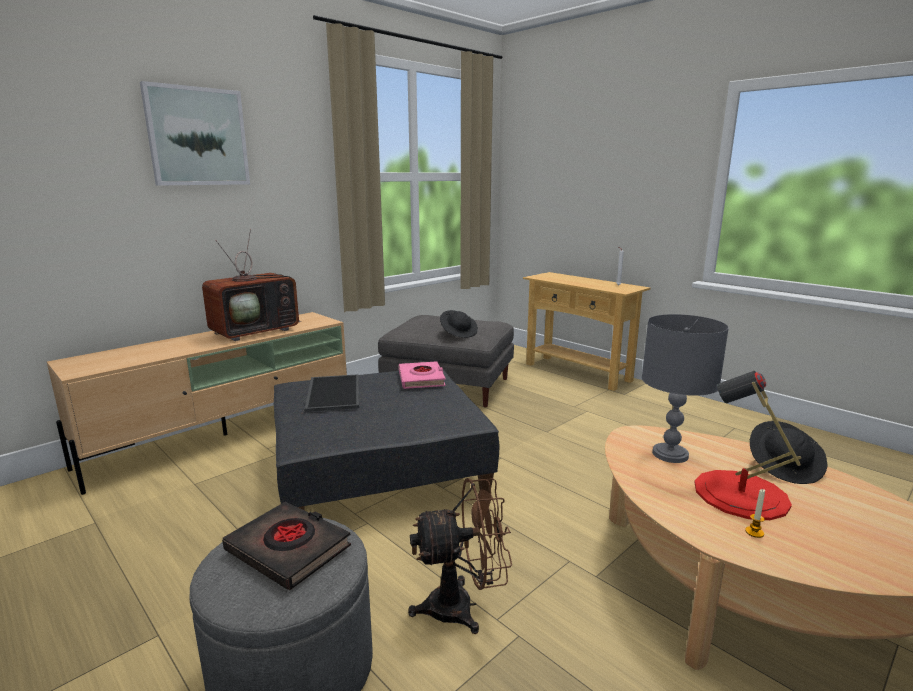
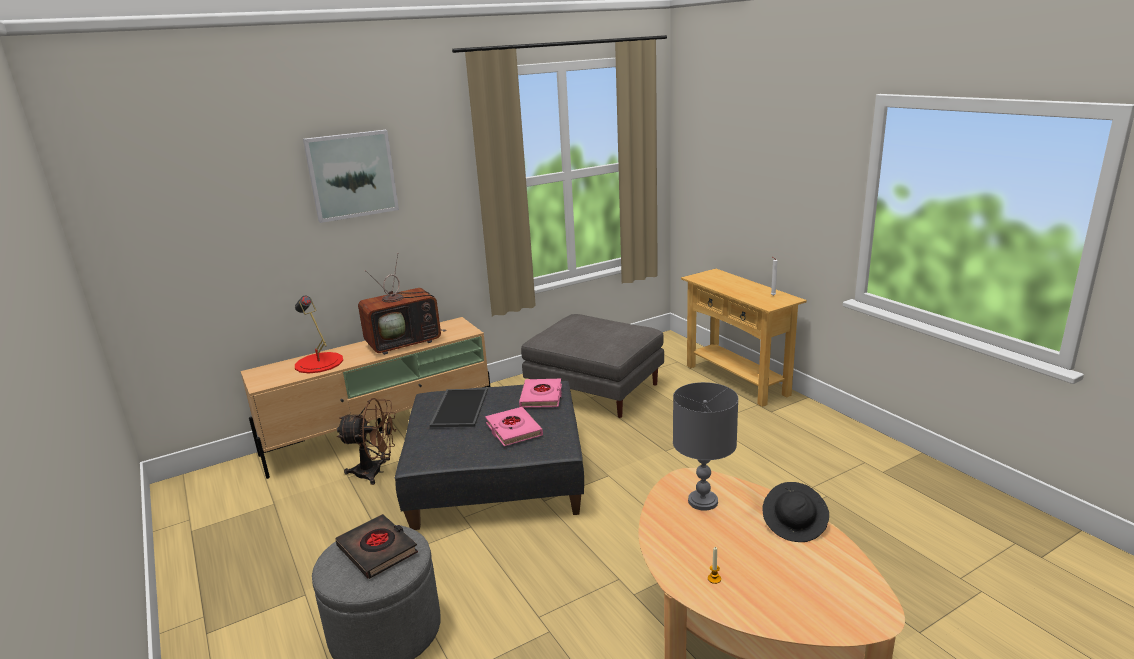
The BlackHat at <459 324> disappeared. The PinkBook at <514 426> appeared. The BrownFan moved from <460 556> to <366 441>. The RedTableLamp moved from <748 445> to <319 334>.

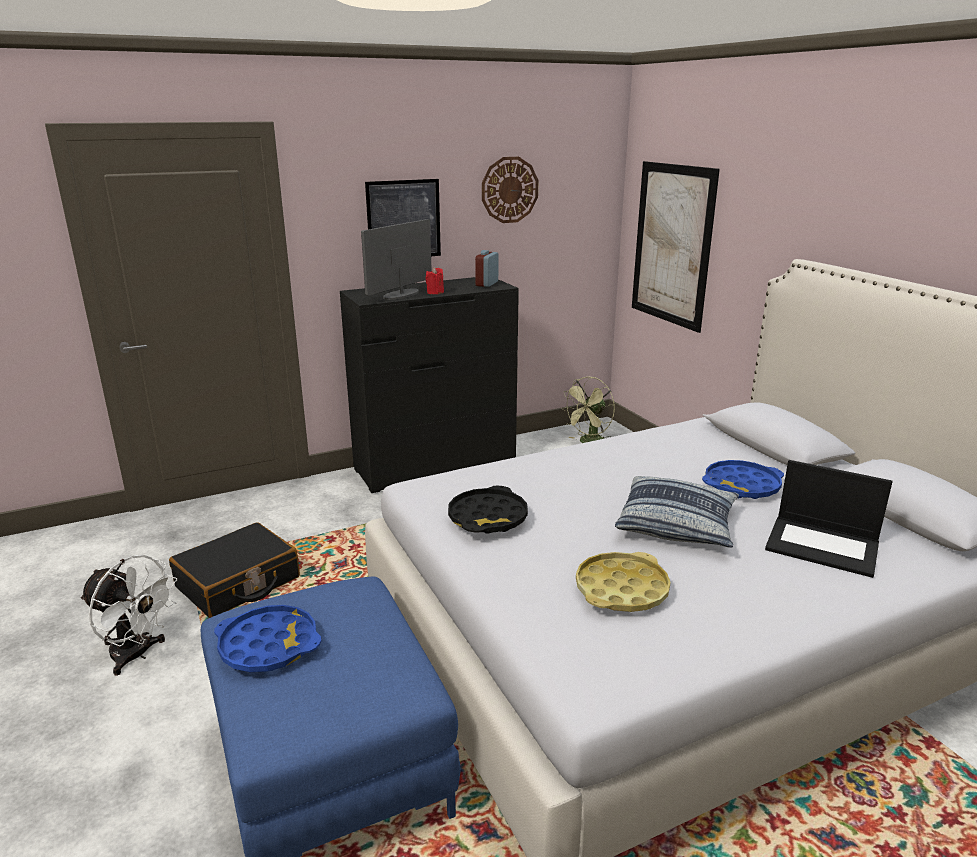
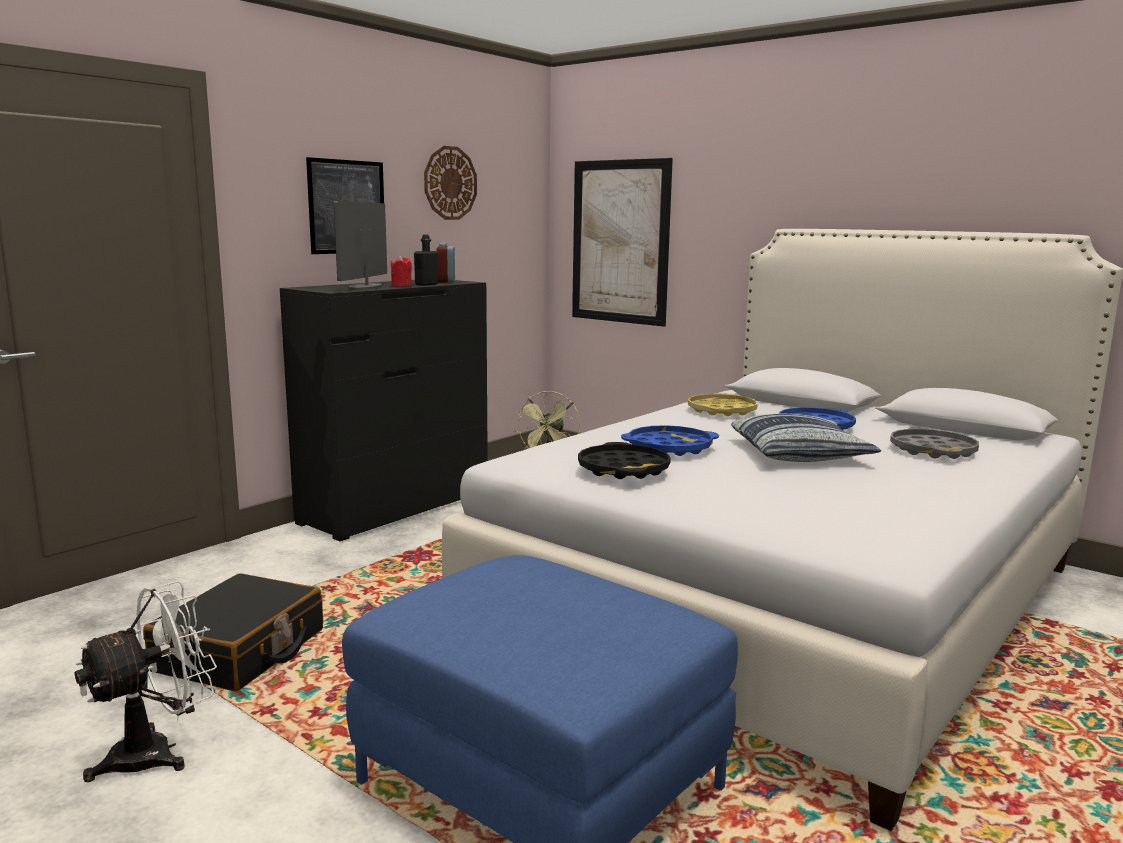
The BlackBottle at <426 260> appeared. The BlueTray moved from <268 638> to <670 440>. The YellowTray moved from <623 582> to <723 404>. The Laptop at <828 519> was replaced by the GreyTray at <934 443>. The WhiteFan at <128 615> turned 45 degrees counterclockwise.

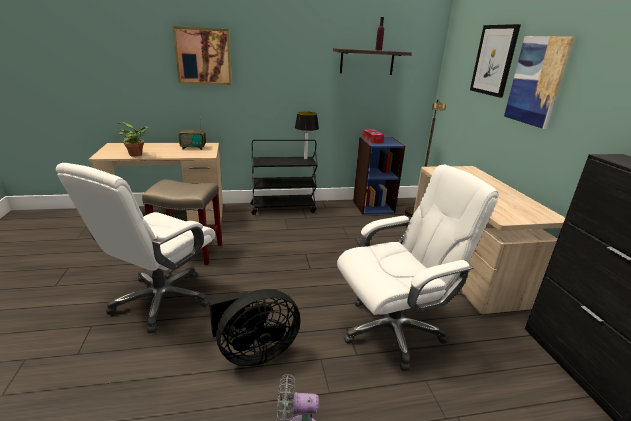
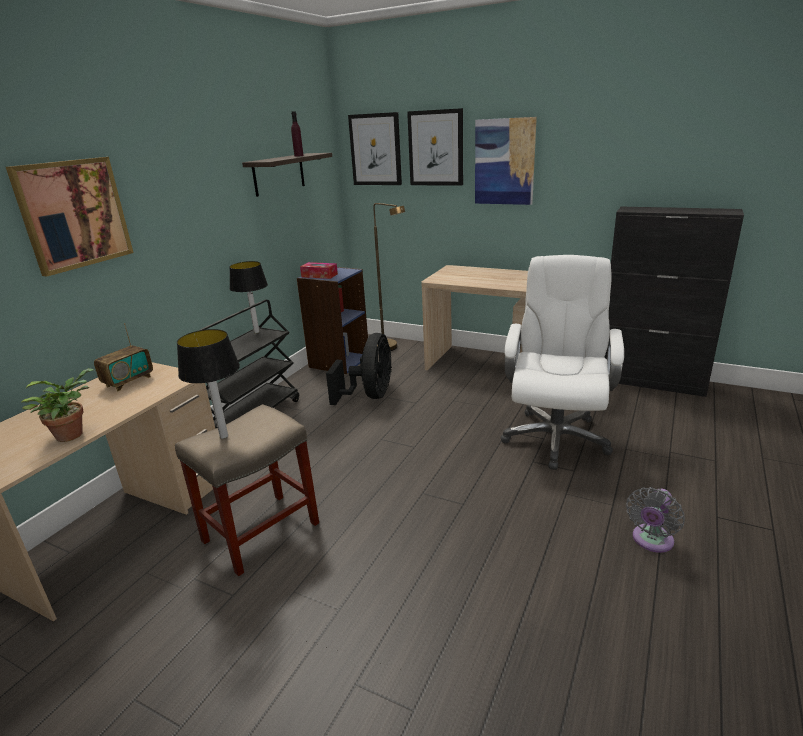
The WhiteOfficeChair at <136 248> disappeared. The TableLamp at <208 384> appeared. The Picture at <375 148> appeared. The BlackFan moved from <254 327> to <359 369>.

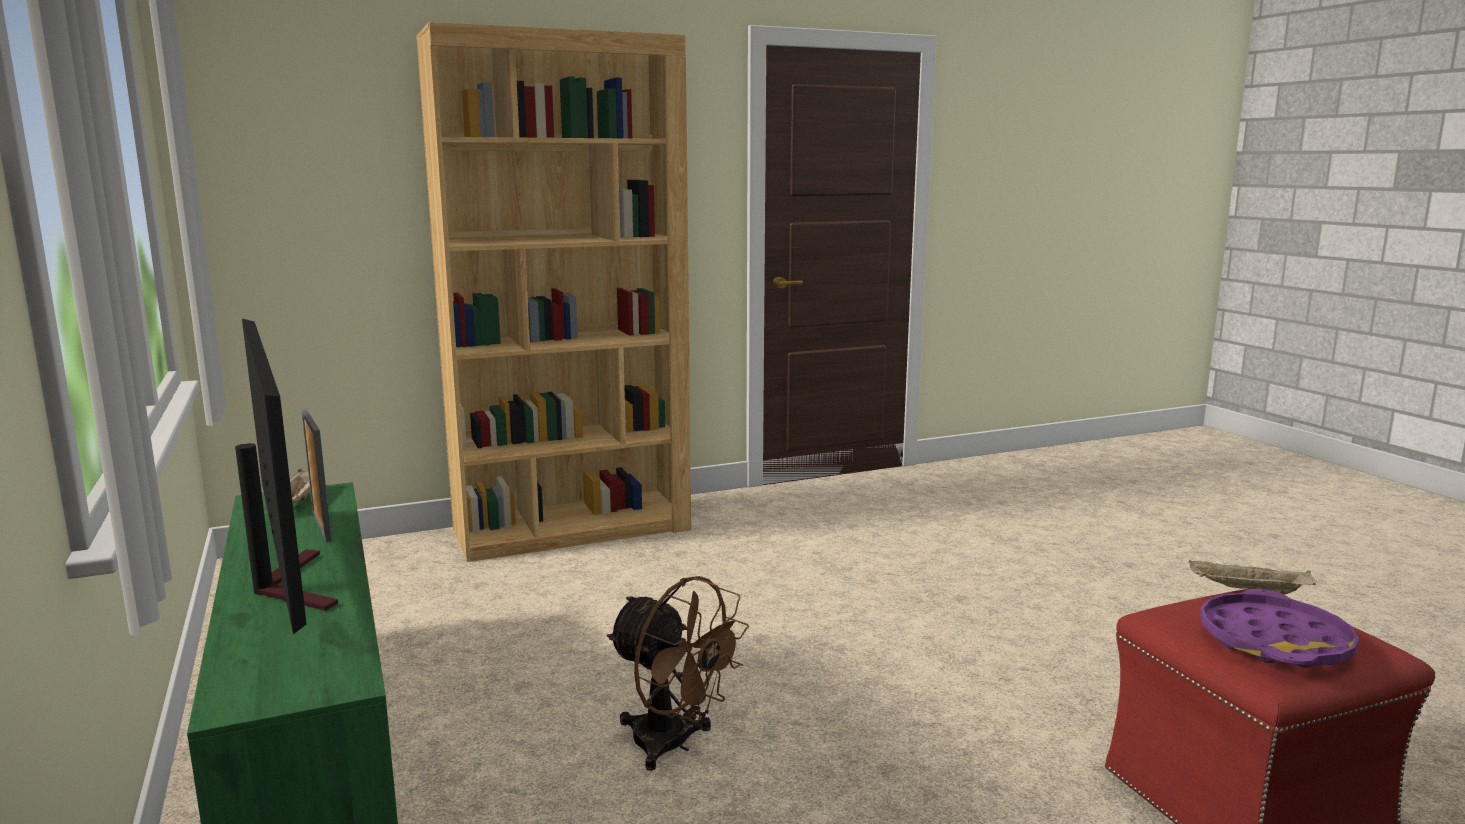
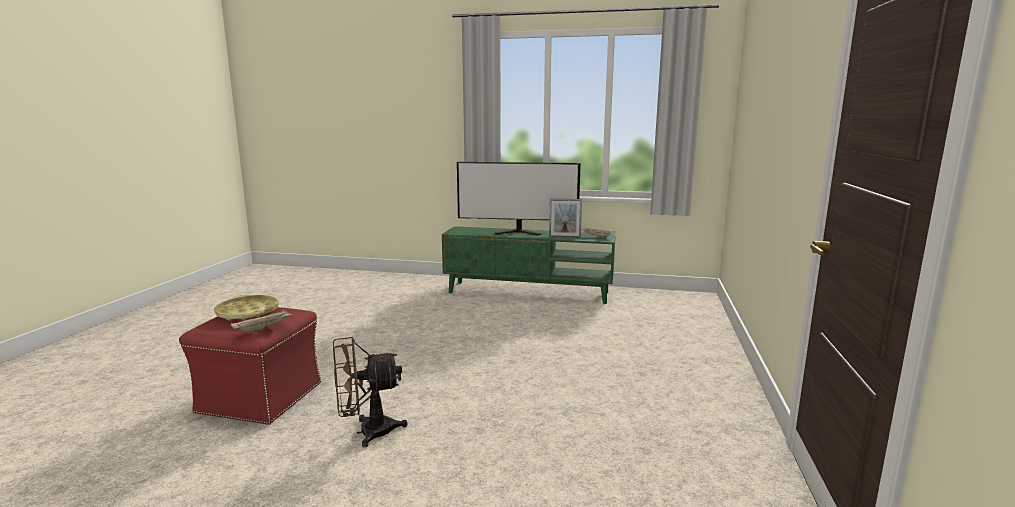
The BrownBookcase at <553 292> disappeared. The BrownFan moved from <678 673> to <370 392>. The PurpleTray at <1279 628> became the YellowTray at <246 307>.

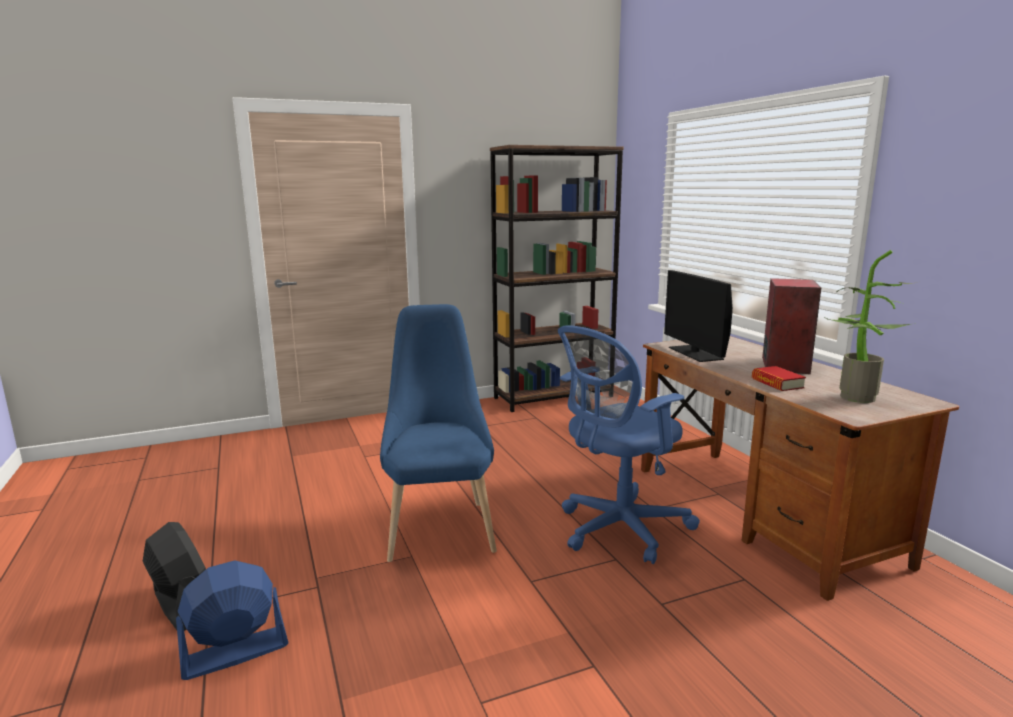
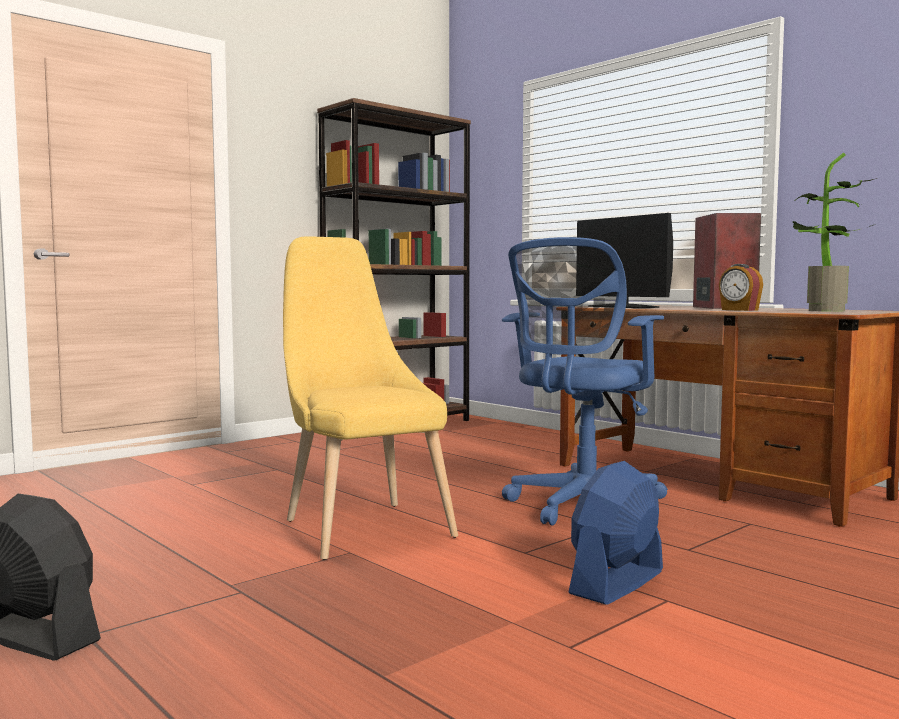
The BlueFan moved from <232 620> to <616 533>. The Book at <779 378> was replaced by the AlarmClock at <741 287>. The BlueChair at <438 433> became the YellowChair at <370 398>.

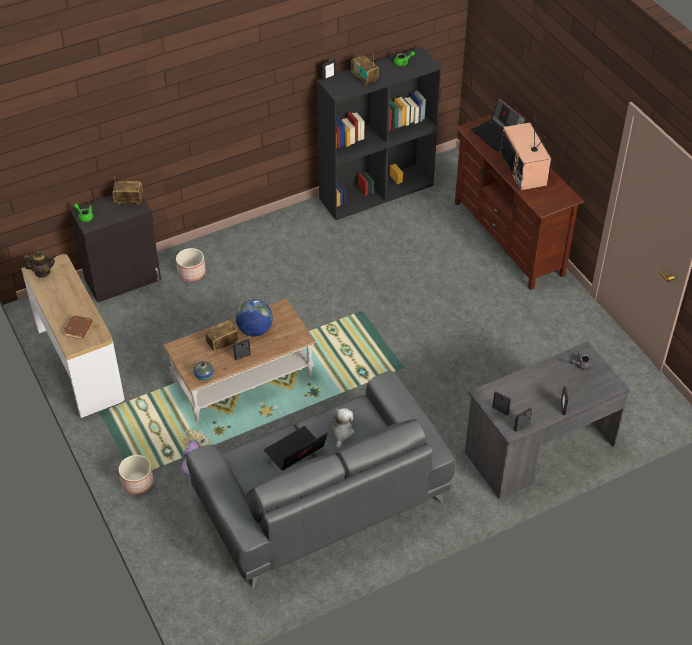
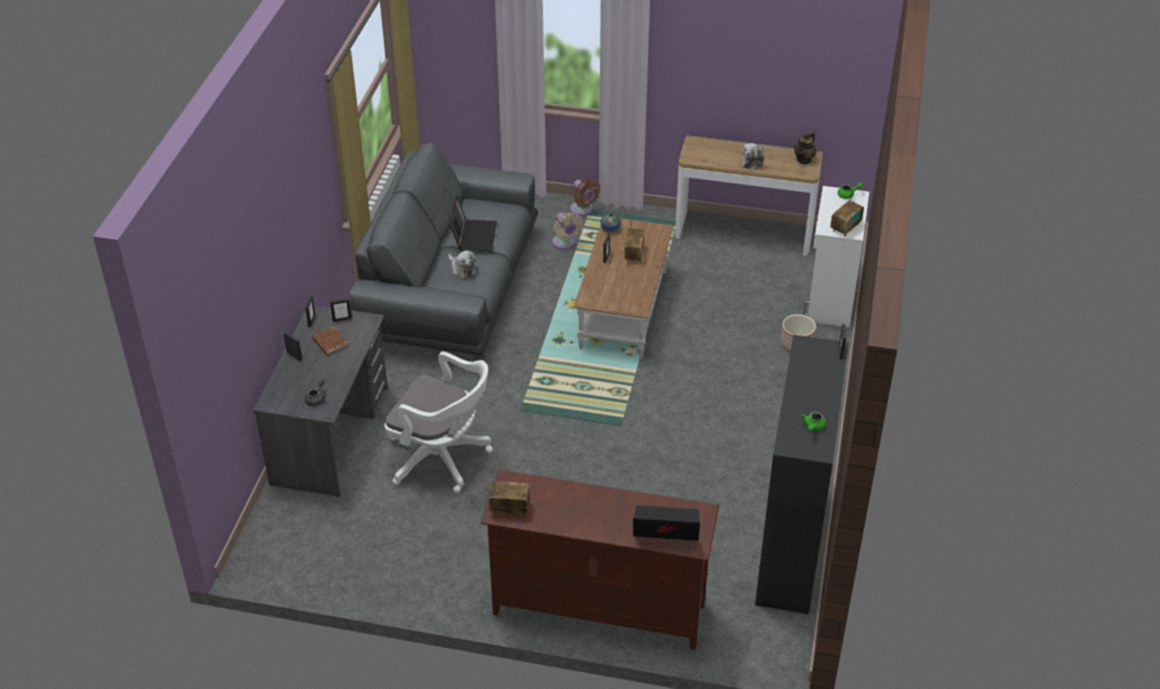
The Globe at <254 318> disappeared. The Television at <526 153> disappeared. The WhiteOfficeChair at <438 422> appeared. The PlushToy at <753 156> appeared. The BrownBook moved from <78 327> to <329 341>. The Radio moved from <365 69> to <509 497>. The Planter at <136 474> was replaced by the BrownFan at <585 197>. The BlackCabinet at <115 249> became the WhiteCabinet at <836 257>.

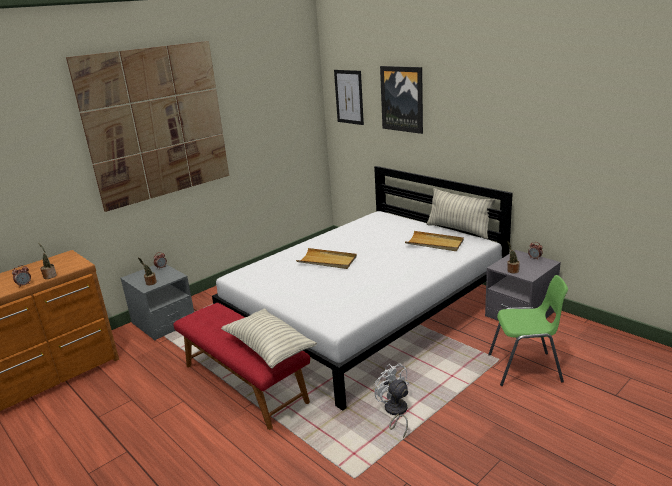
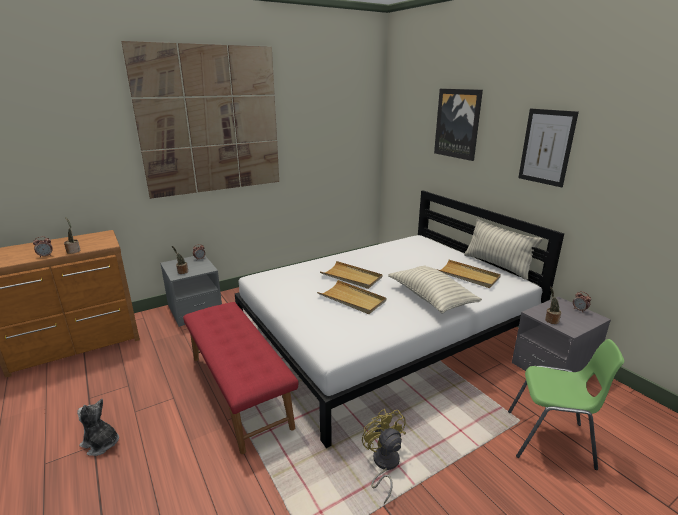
The PlushToy at <98 427> appeared. The BeigeTray at <351 297> appeared. The Pillow moved from <269 338> to <435 290>. The Picture moved from <349 97> to <548 148>. The WhiteFan at <391 400> became the YellowFan at <384 456>.

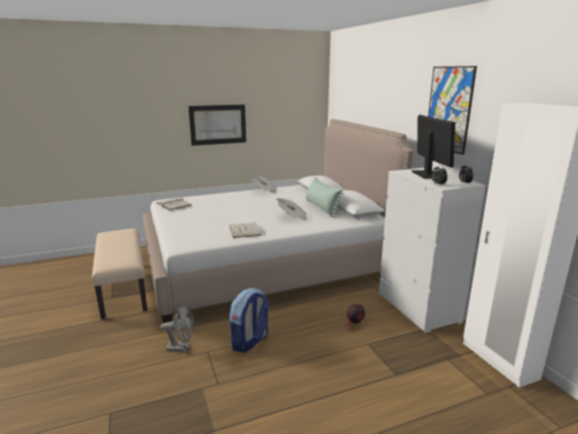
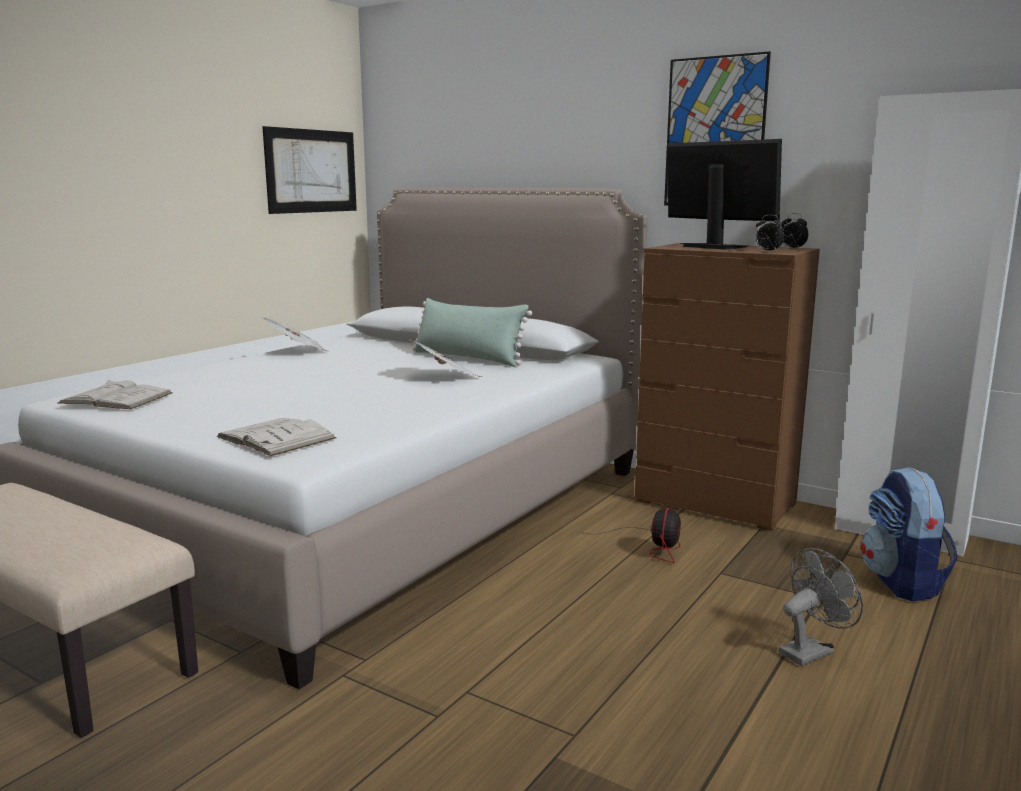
The GreyFan moved from <177 329> to <821 607>. The Picture moved from <217 125> to <309 170>. The WhiteBook moved from <245 230> to <277 437>. The Backpack moved from <249 320> to <909 534>. The WhiteDresser at <432 250> became the BrownDresser at <727 387>.

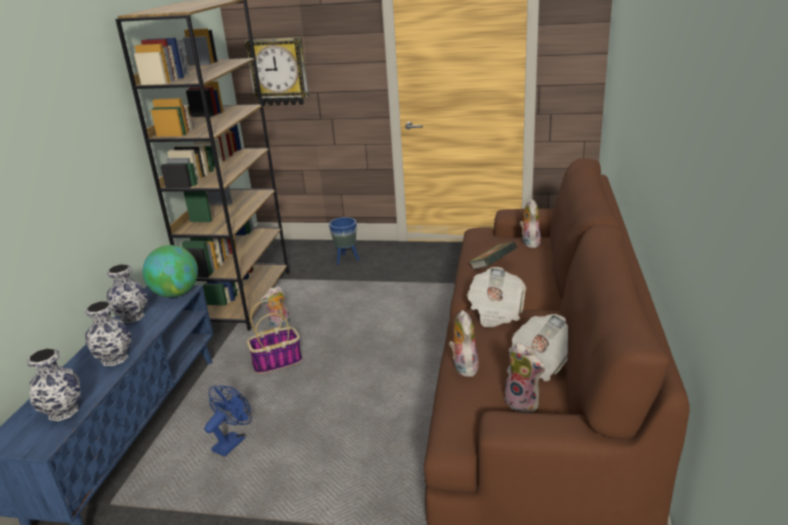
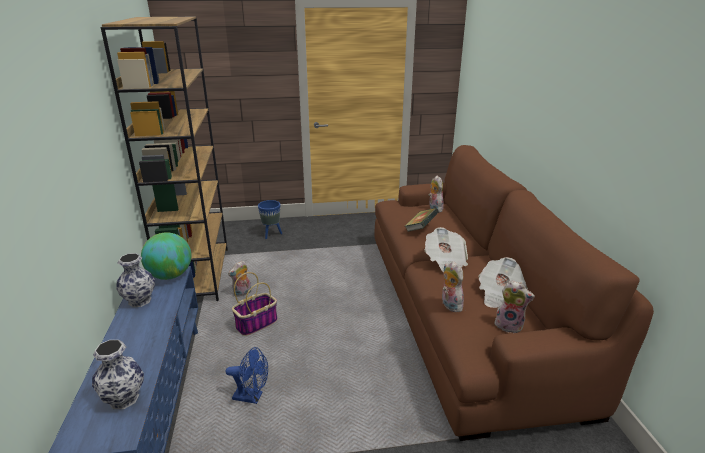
The Vase at <108 333> disappeared. The WallClock at <277 71> disappeared. The BlueFan at <228 421> turned 90 degrees clockwise.

